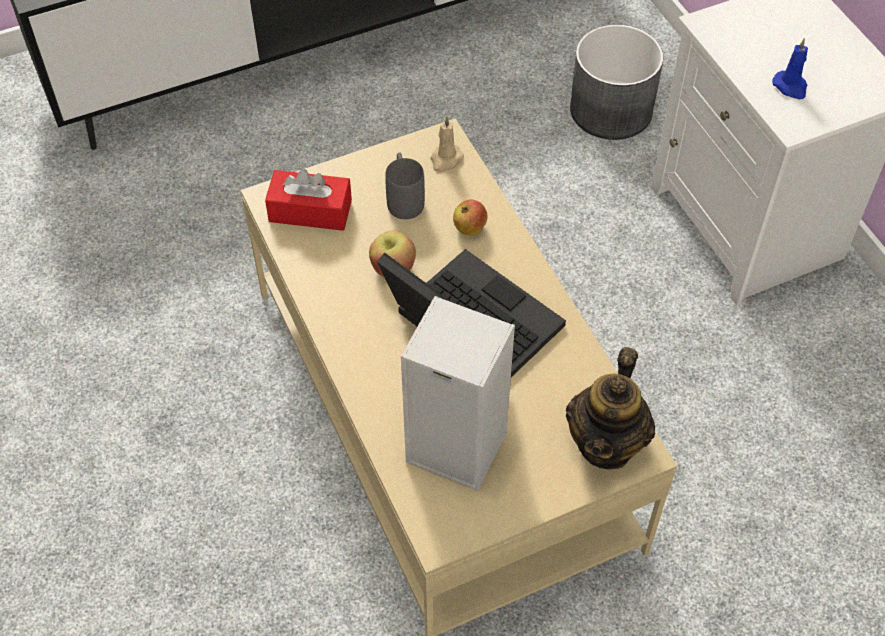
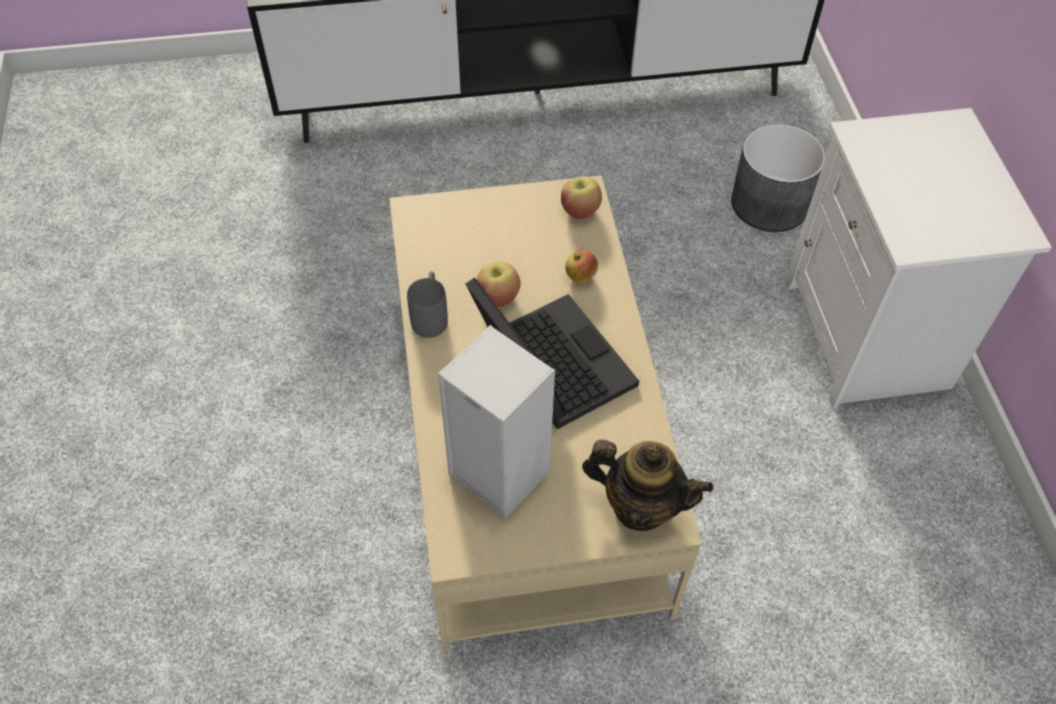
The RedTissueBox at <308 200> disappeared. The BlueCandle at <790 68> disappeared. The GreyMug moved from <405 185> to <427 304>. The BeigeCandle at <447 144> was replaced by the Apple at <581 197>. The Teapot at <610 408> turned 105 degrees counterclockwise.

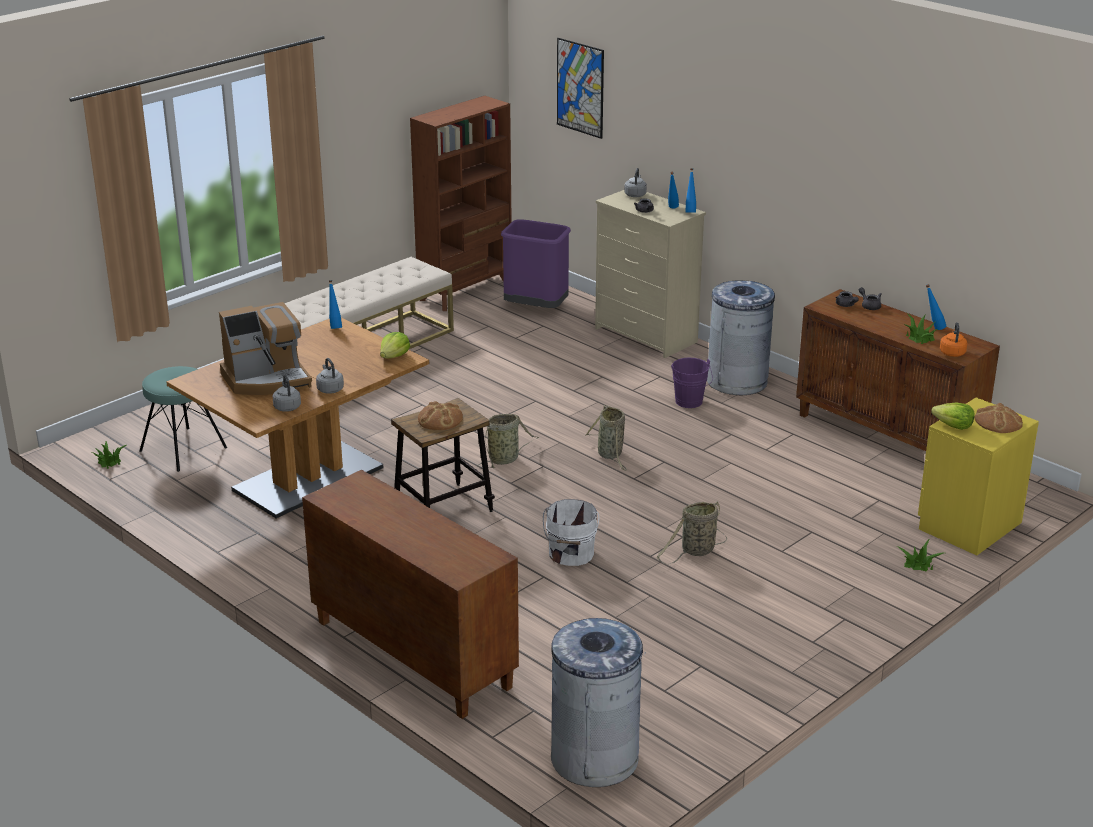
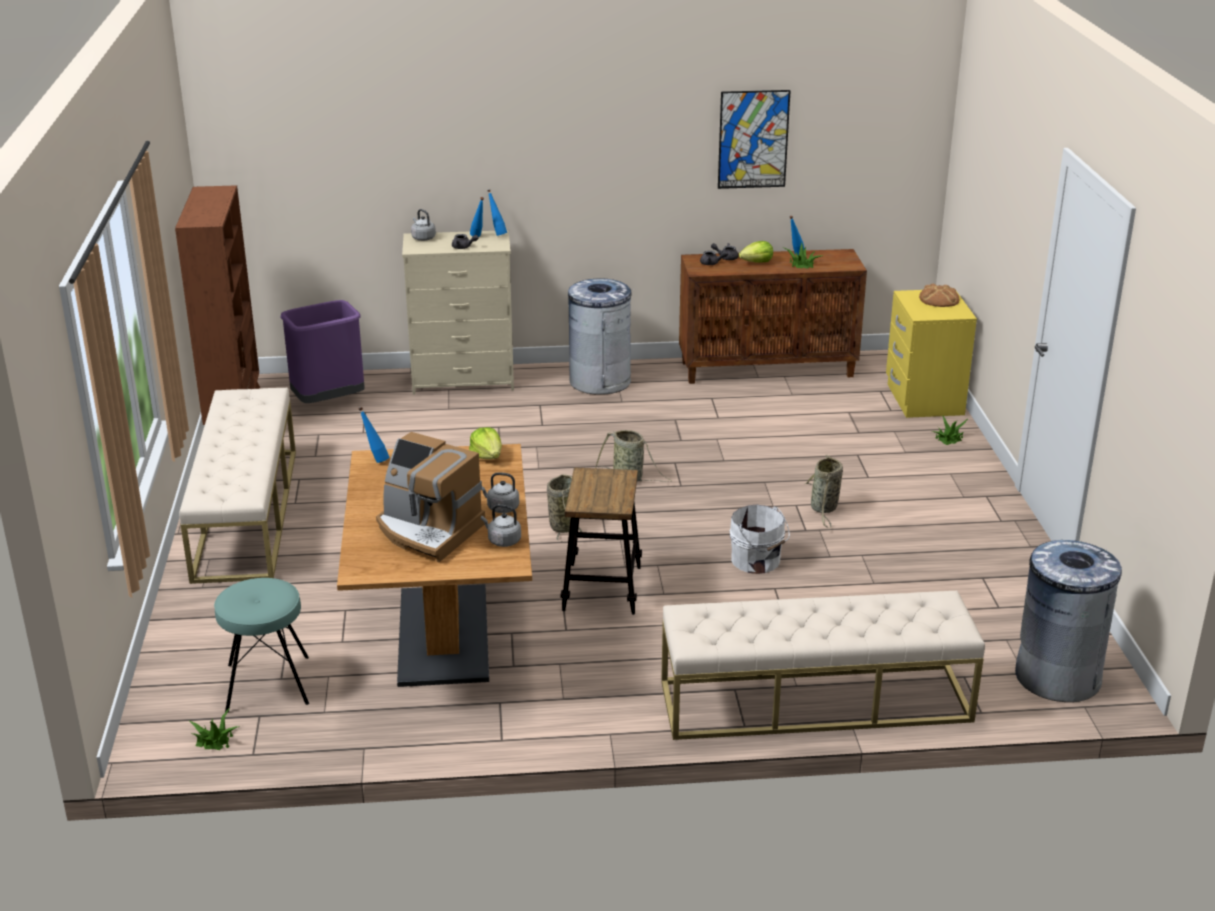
The Bread at <440 415> disappeared. The PurpleBucket at <692 382> disappeared. The OrangeKettle at <953 339> disappeared. The Picture moved from <580 88> to <754 139>. The Lettuce moved from <953 416> to <756 252>. The BrownCabinet at <410 594> was replaced by the BeigeBench at <823 665>. The CoffeeMachine at <265 348> turned 105 degrees clockwise.

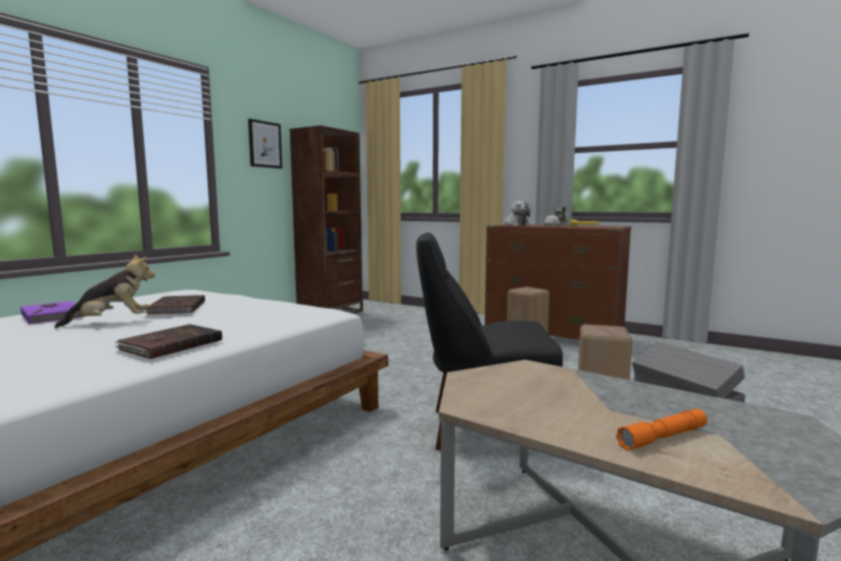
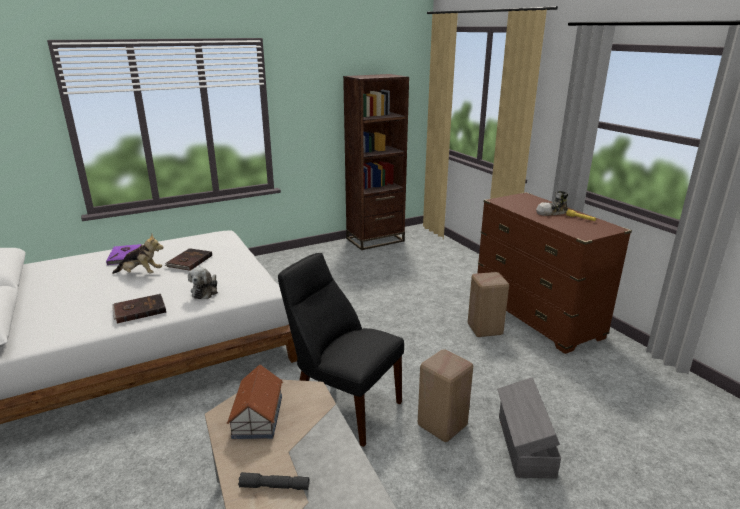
The Picture at <265 144> disappeared. The ToyHouse at <255 401> appeared. The PlushToy moved from <517 213> to <203 283>. The OrangeFlashlight at <661 430> became the GreyFlashlight at <273 481>.

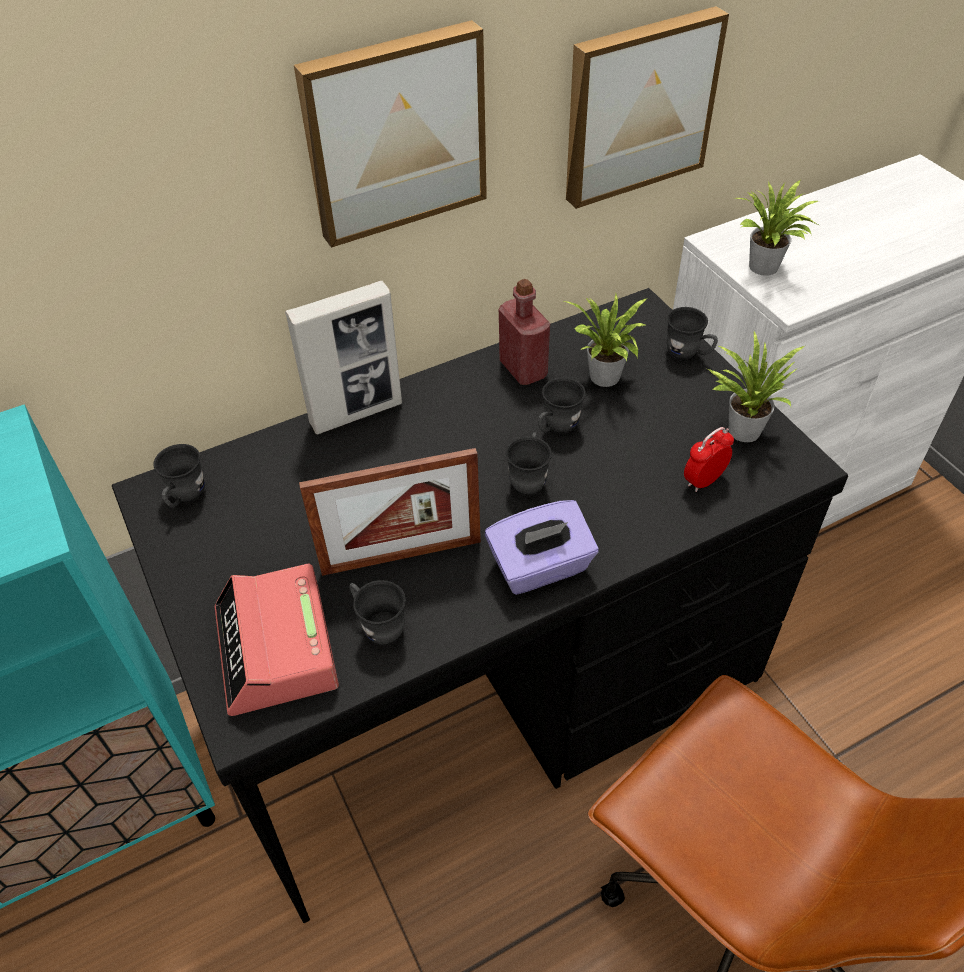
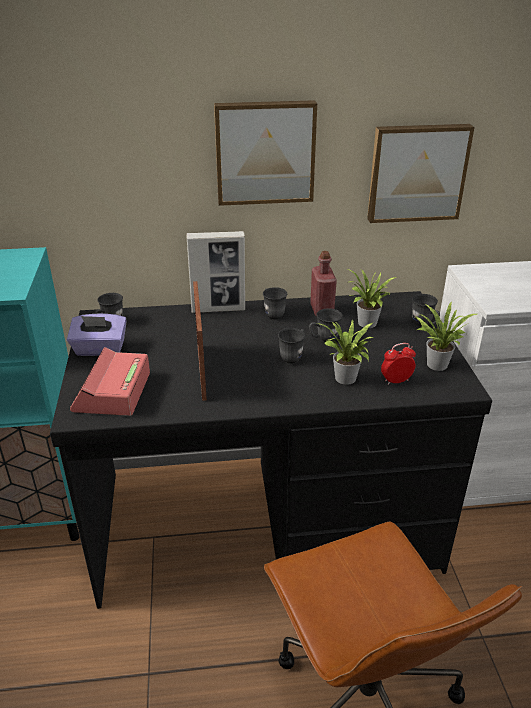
The GreyMug moved from <377 612> to <275 303>. The PurpleTissueBox moved from <542 547> to <97 334>. The PottedPlant moved from <776 228> to <345 352>. The PictureFrame at <390 512> turned 75 degrees clockwise.

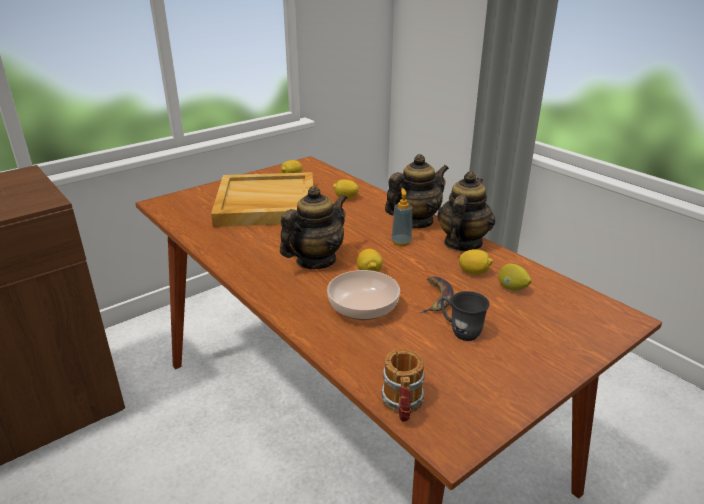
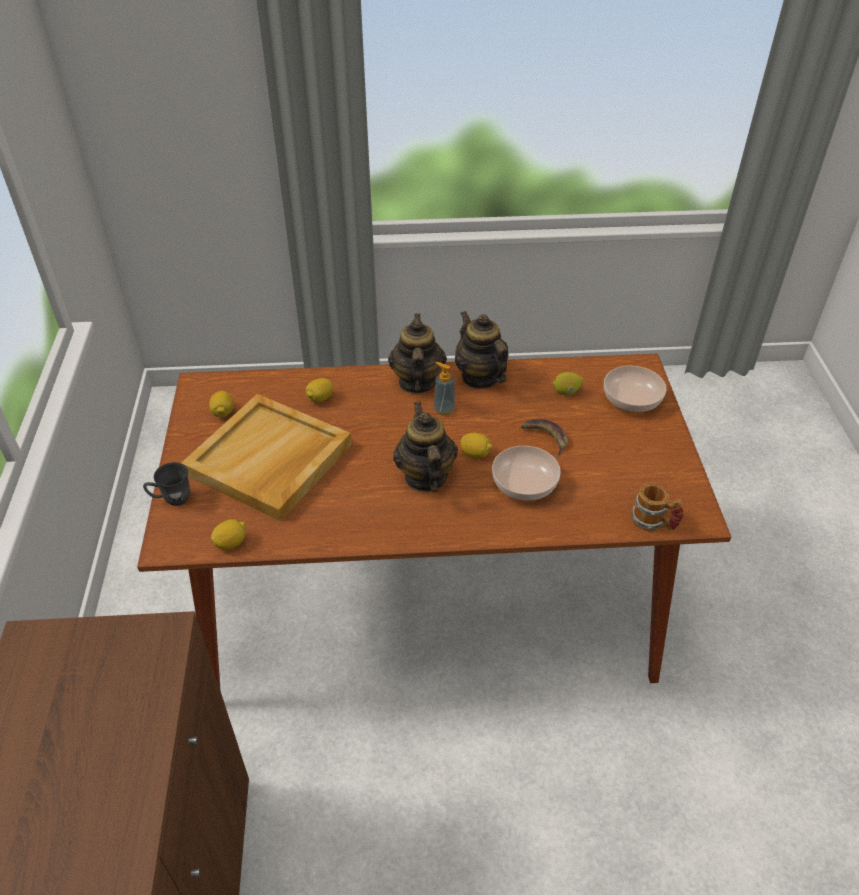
The Bowl at <635 389> appeared. The GreyMug moved from <465 316> to <166 484>. The Lemon moved from <476 262> to <228 534>.

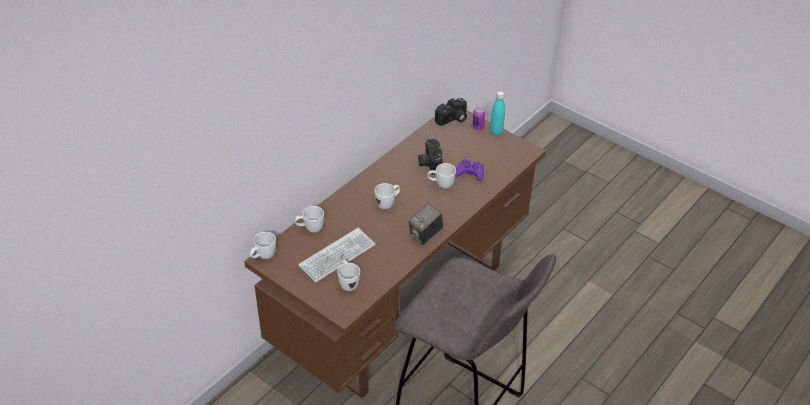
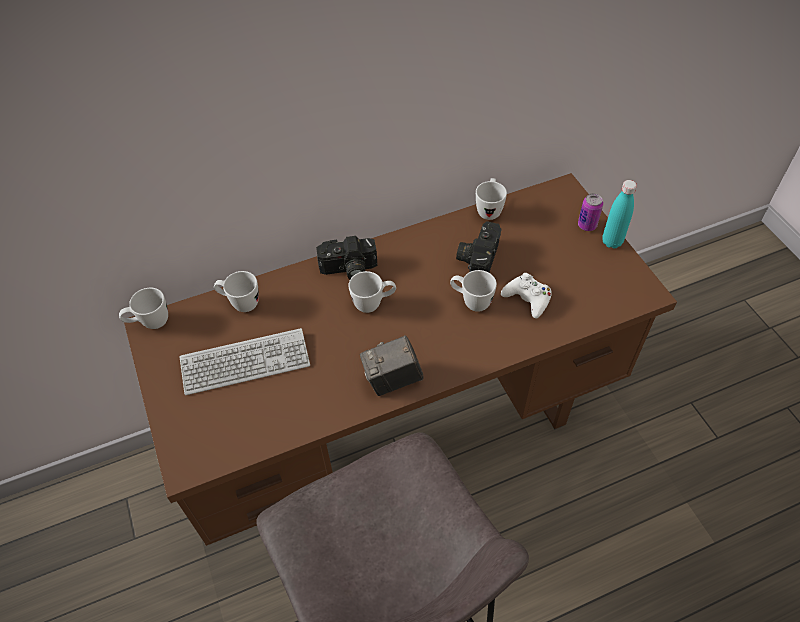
The WhiteMug moved from <348 275> to <491 199>. The PhotoCamera moved from <451 112> to <346 257>. The PurpleGameController at <469 170> became the WhiteGameController at <526 295>.

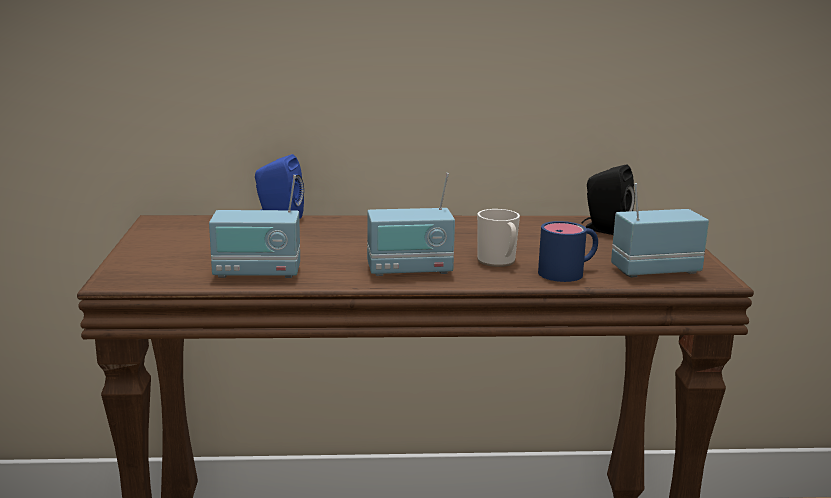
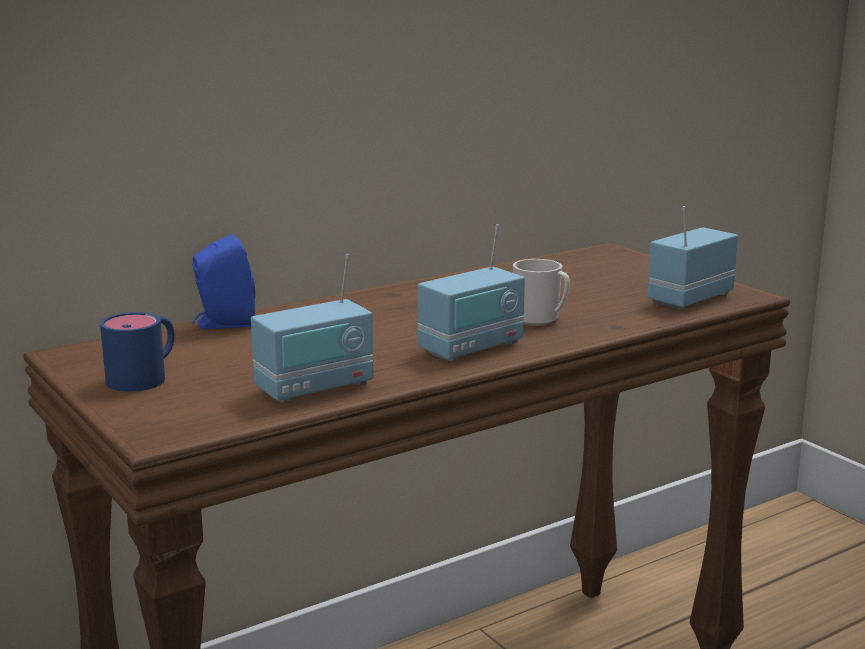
The BlackSpeaker at <608 199> disappeared. The BlueMug moved from <568 251> to <137 352>.

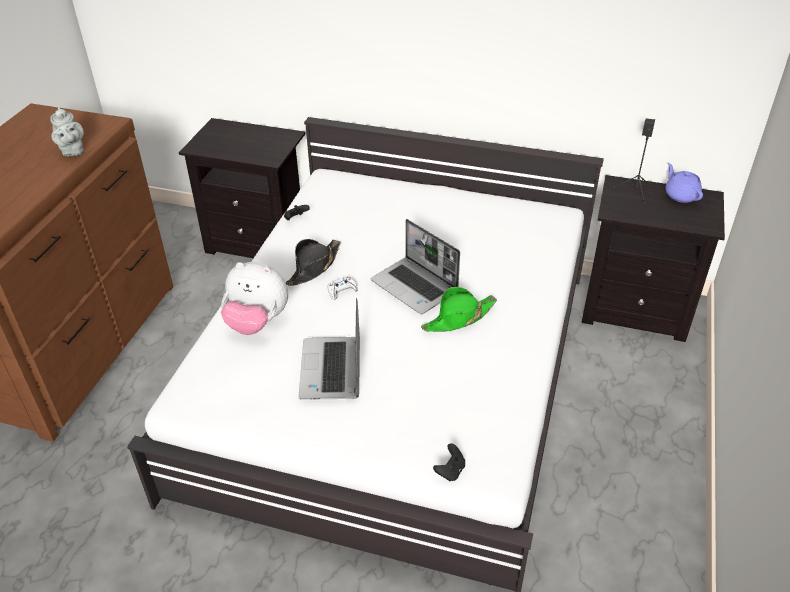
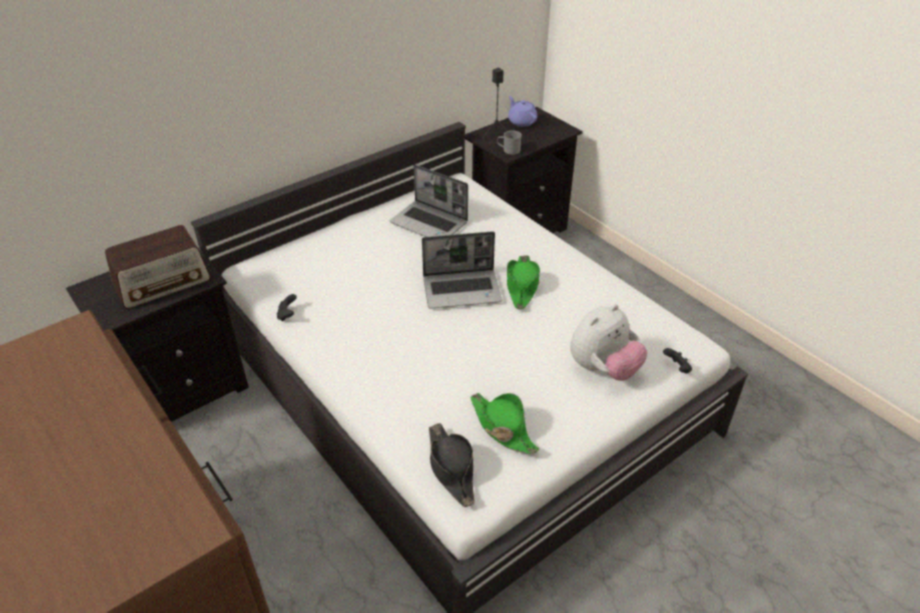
The GreyTeapot at <67 131> disappeared. The WhiteGameController at <343 288> disappeared. The Radio at <158 267> appeared. The GreenHat at <504 423> appeared. The GreyMug at <509 142> appeared. The PlushToy moved from <254 298> to <608 342>. The BlackHat moved from <313 262> to <452 465>. The Laptop moved from <329 349> to <429 201>. The PurpleTeapot at <684 183> turned 45 degrees clockwise.

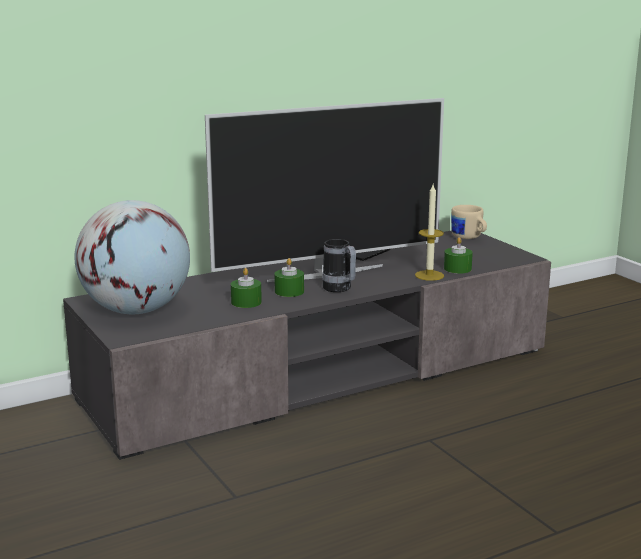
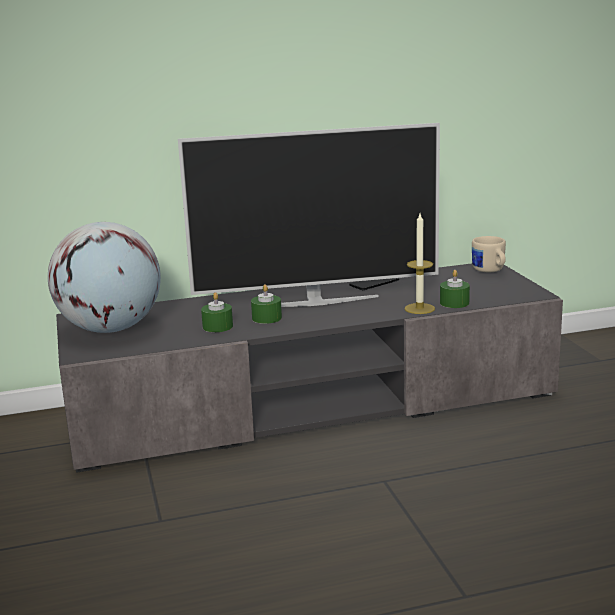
The Mug at <339 265> disappeared.

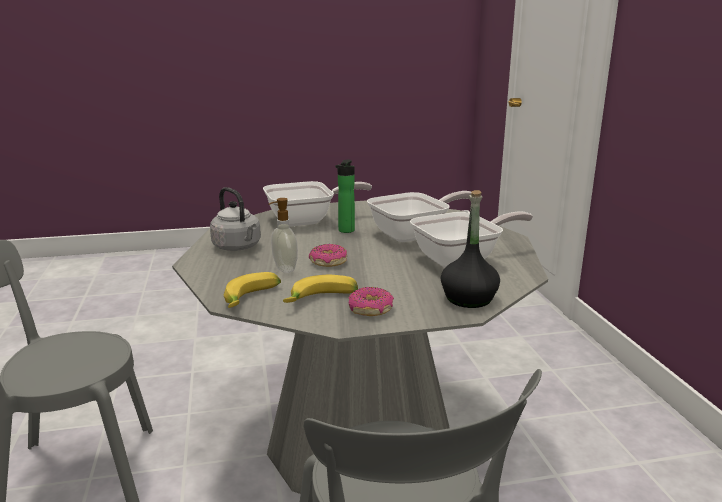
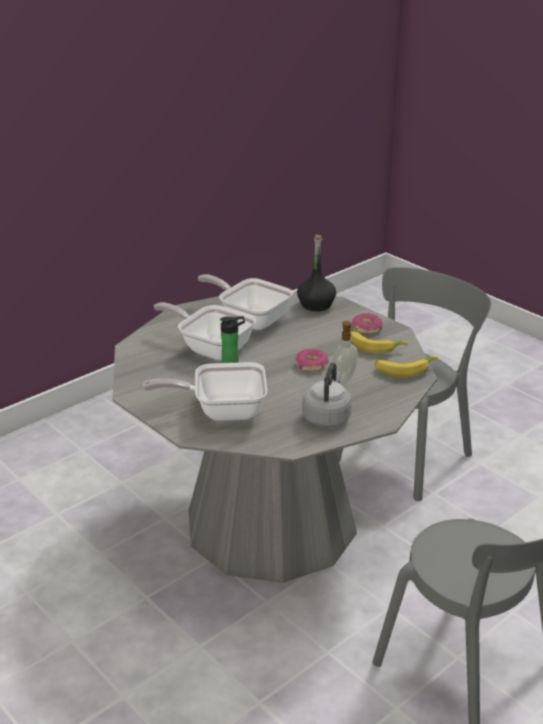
The FryingPan at <317 204> turned 45 degrees counterclockwise.

